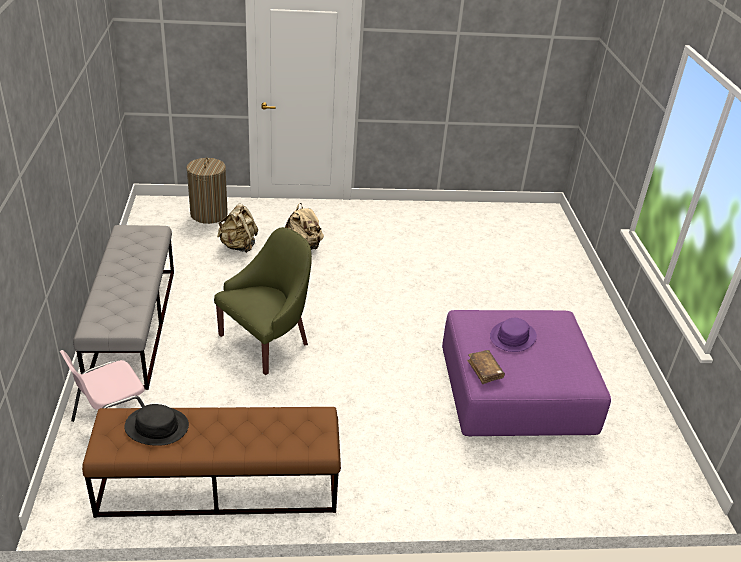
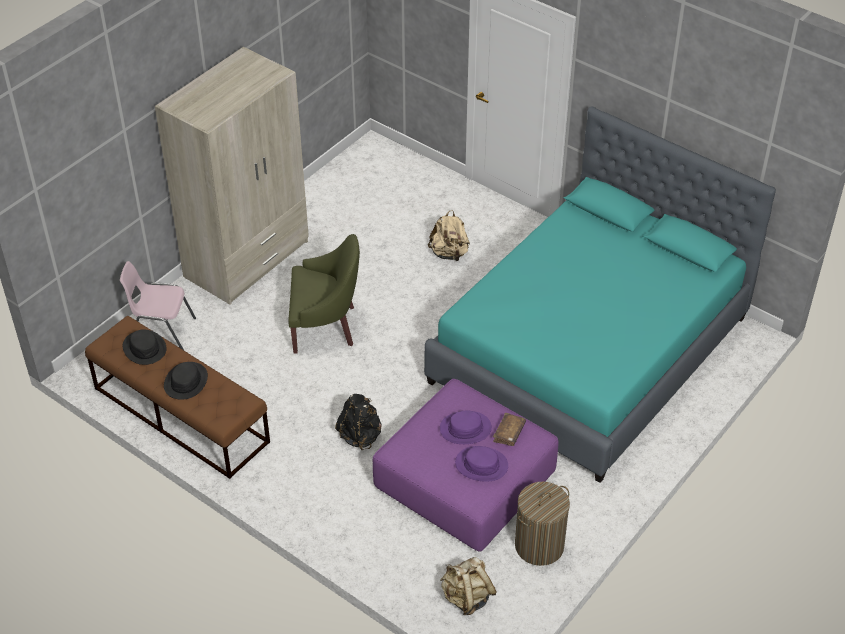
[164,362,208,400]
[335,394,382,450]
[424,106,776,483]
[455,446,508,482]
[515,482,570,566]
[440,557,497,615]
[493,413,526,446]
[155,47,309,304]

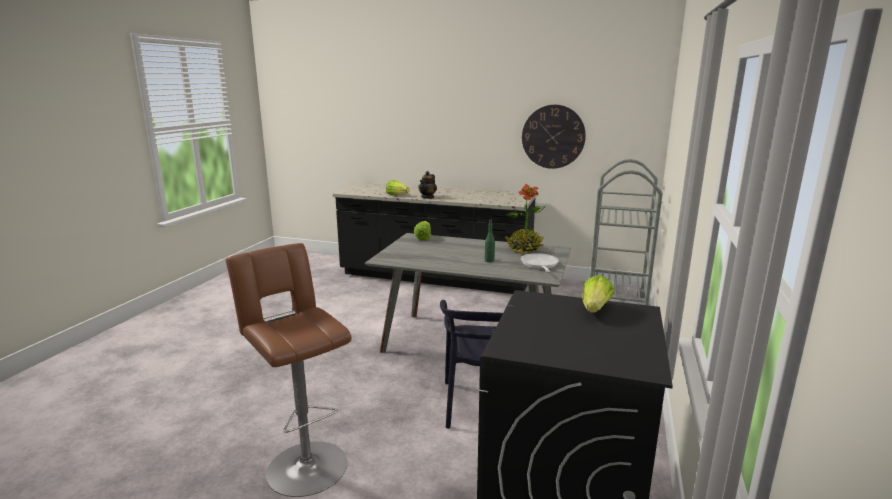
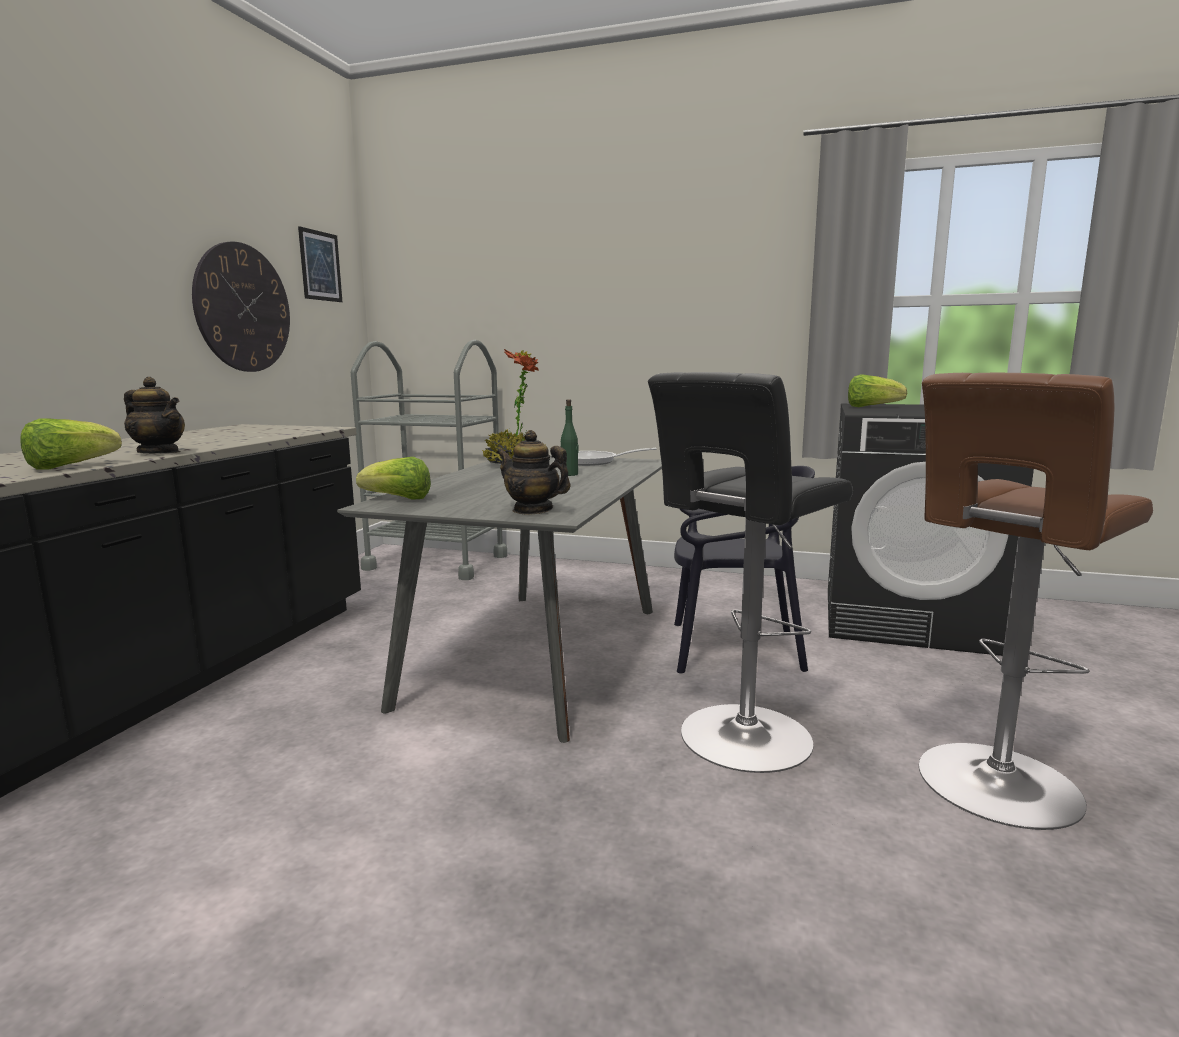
[298,226,342,302]
[496,430,571,515]
[648,372,853,773]

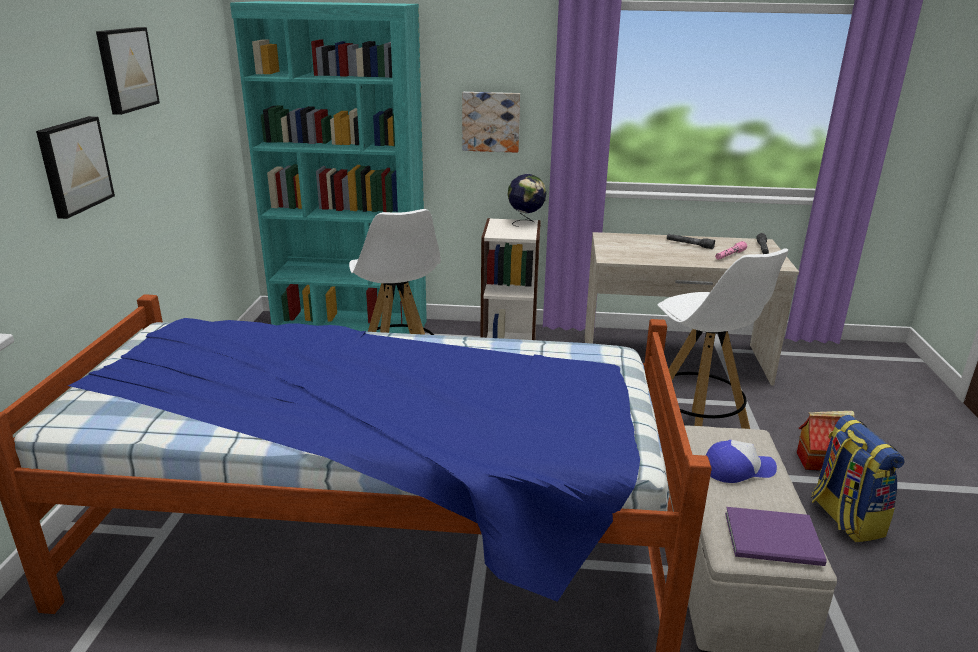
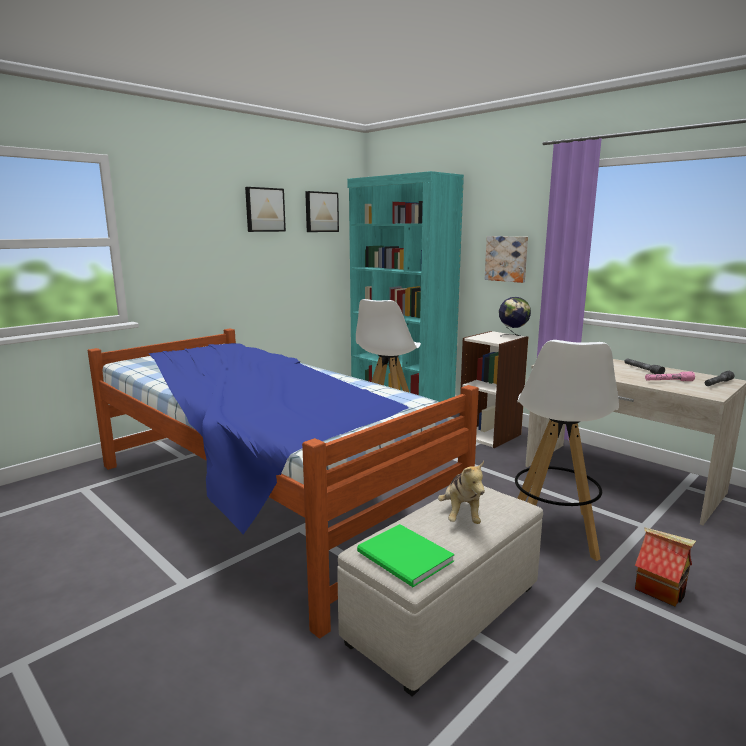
[811,415,905,542] (first image)
[305,191,339,232]
[438,461,485,524]
[357,524,455,587]

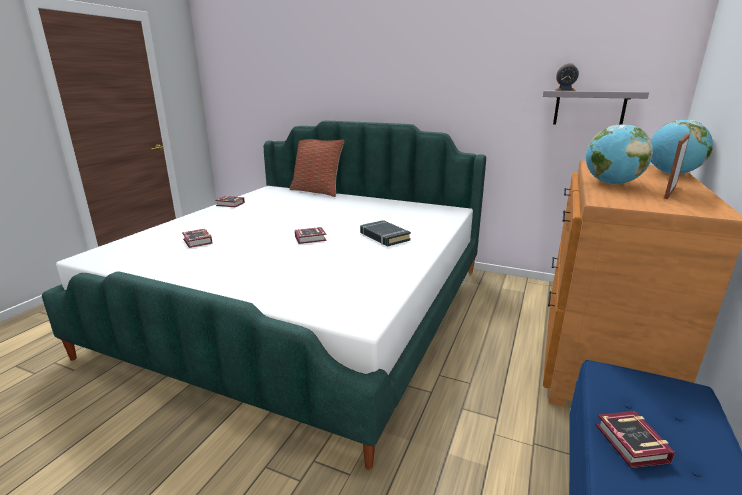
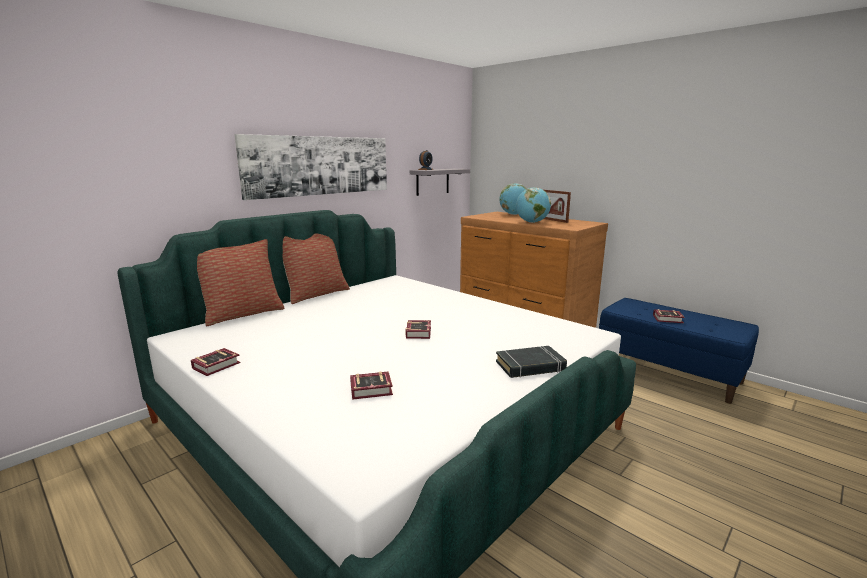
[234,134,387,200]
[283,234,350,304]
[496,346,567,378]

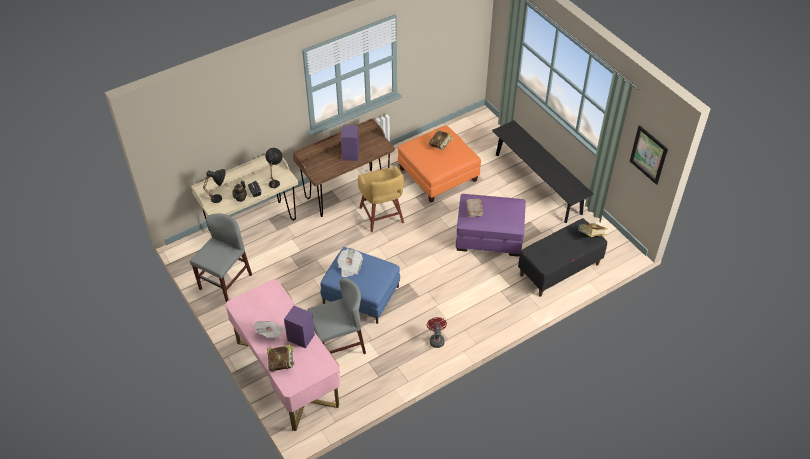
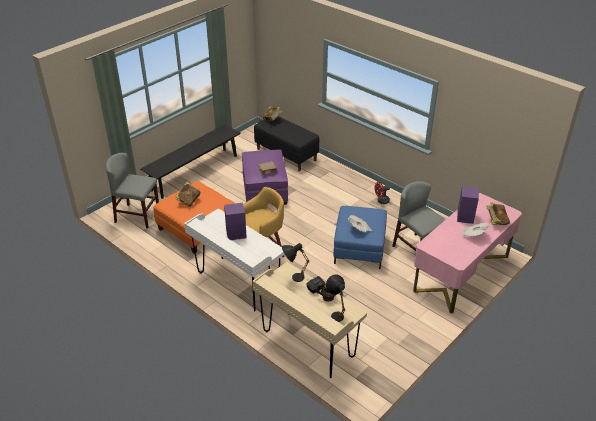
[630,125,668,185] (first image)
[106,153,159,228]
[184,209,285,311]

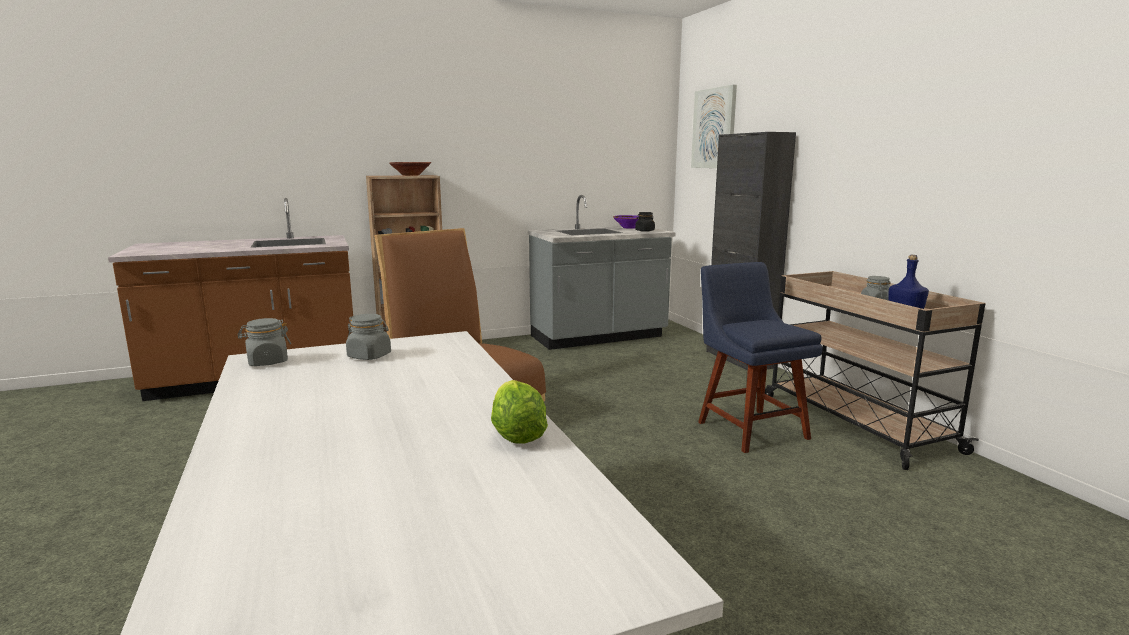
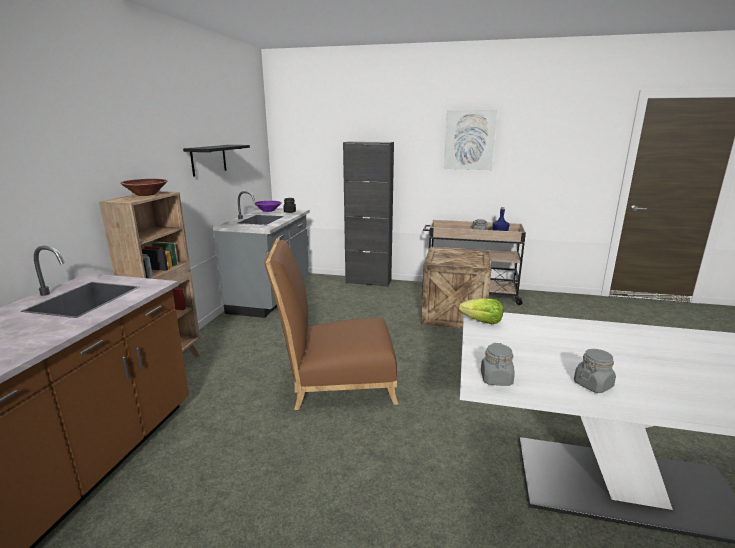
[183,145,250,177]
[574,349,616,393]
[459,298,503,324]
[444,110,497,170]
[421,248,491,328]

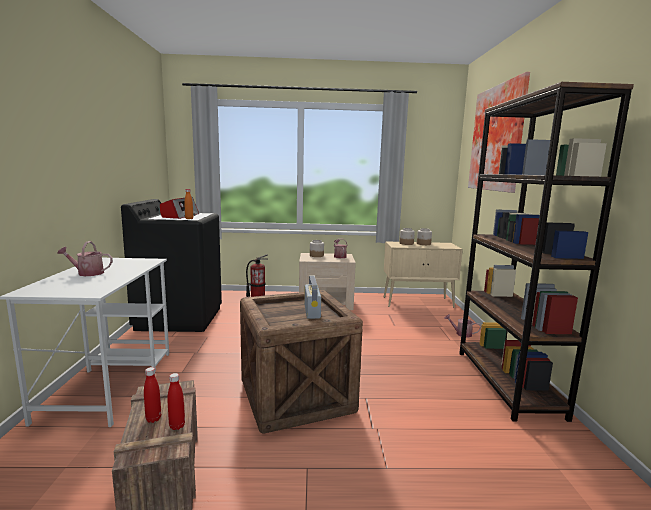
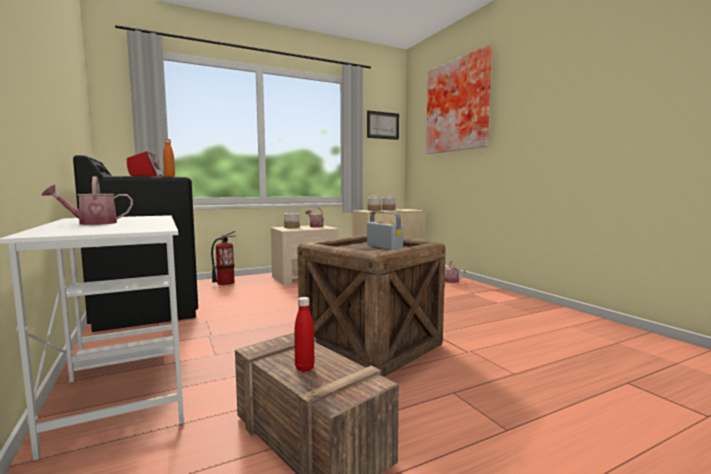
[167,373,185,430] (first image)
[459,82,634,422] (first image)
[367,110,399,140]

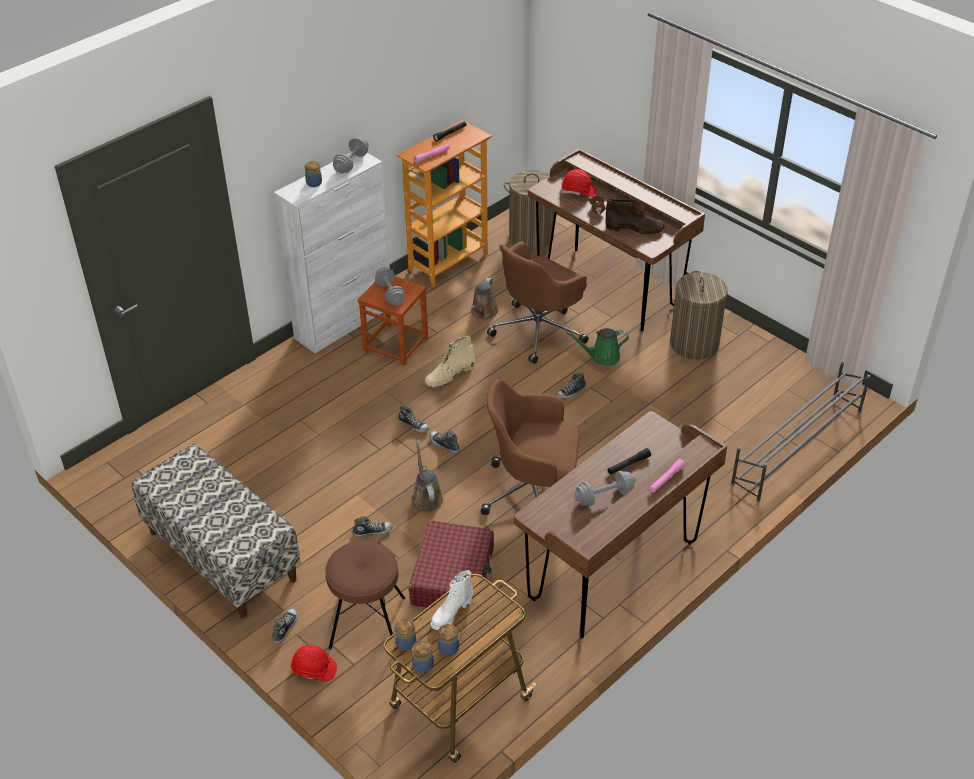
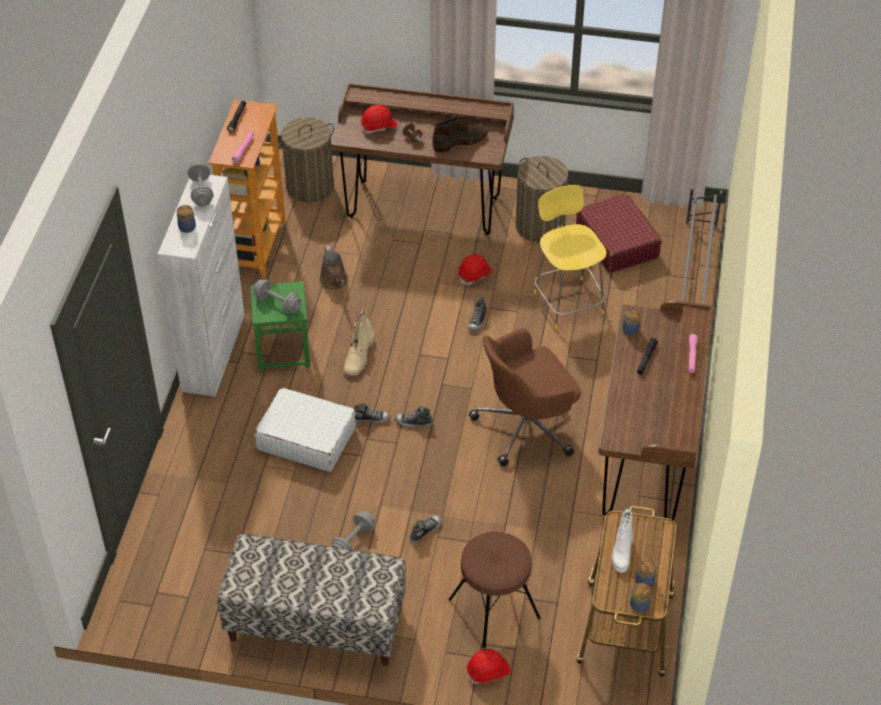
[272,608,298,644] (first image)
[412,440,444,512] (first image)
[487,242,589,364] (first image)
[255,388,356,472]
[534,185,607,329]
[622,309,641,335]
[576,194,662,273]
[331,511,374,550]
[458,254,492,285]
[250,281,310,372]

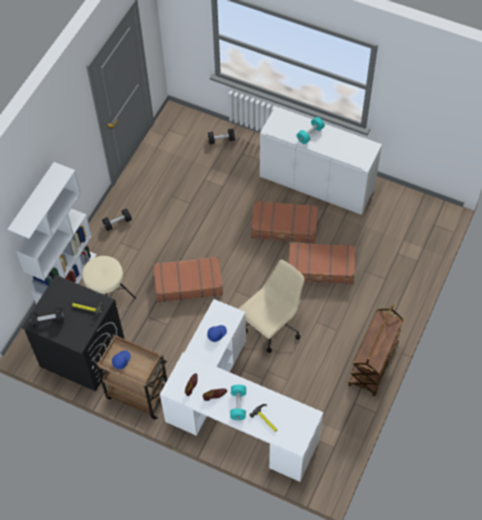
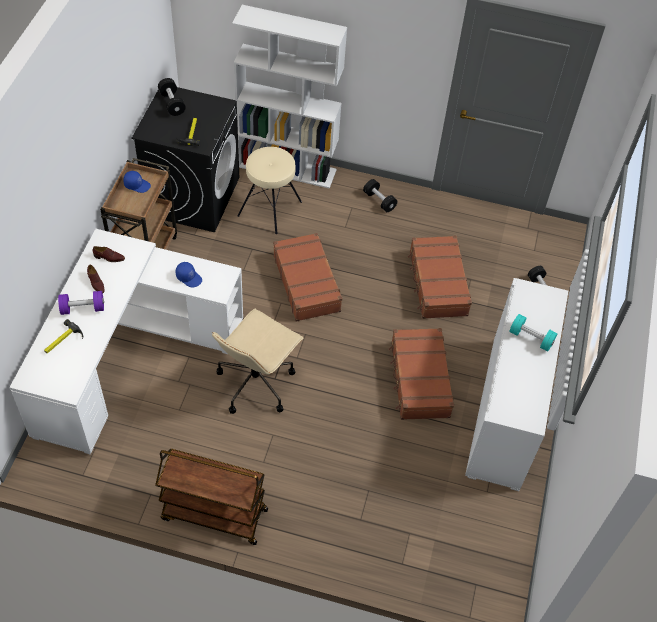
[408,235,472,319]
[58,291,104,315]
[212,309,303,414]

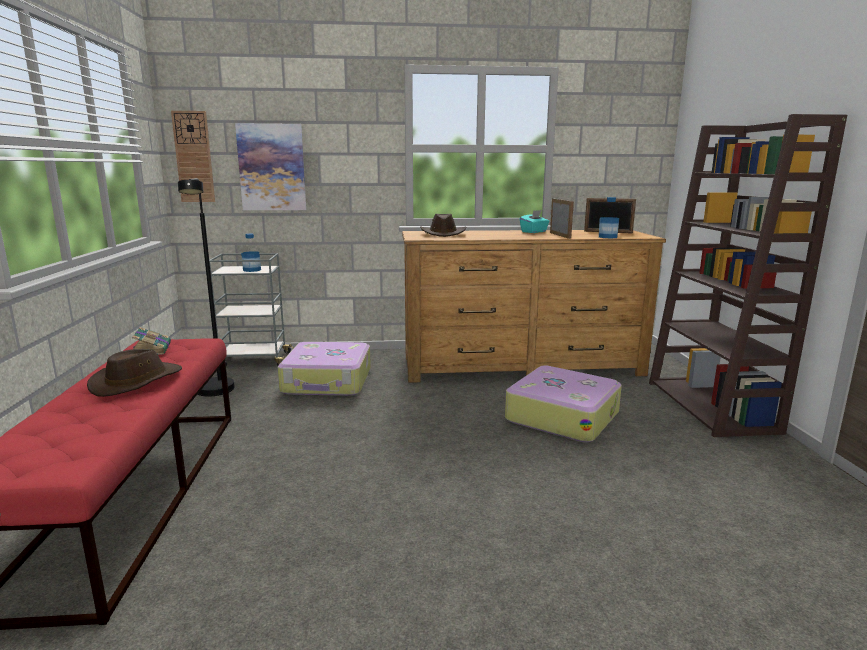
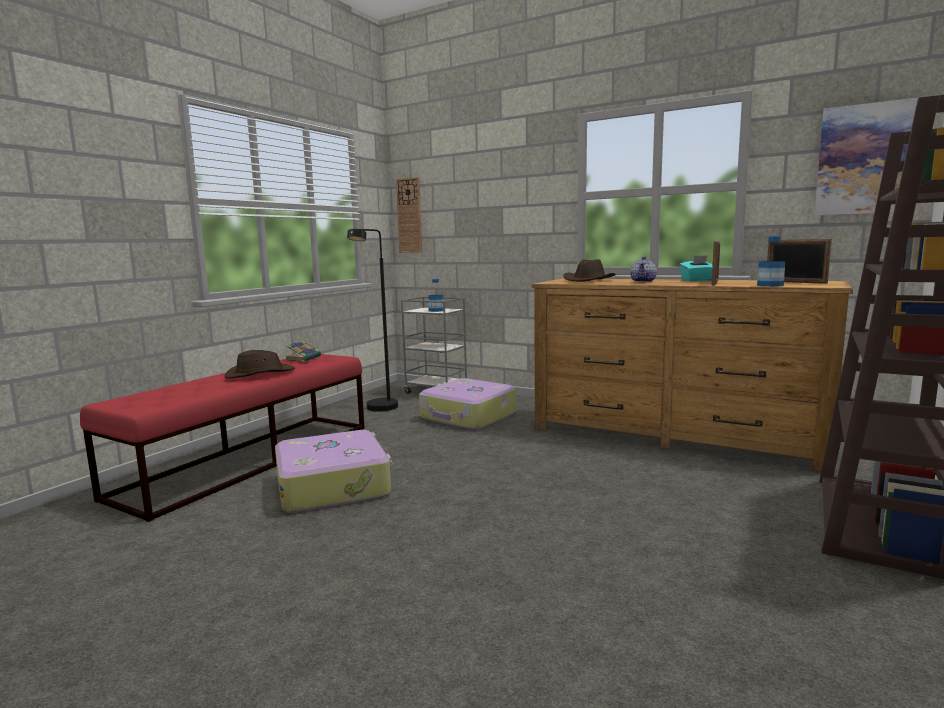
[630,256,657,282]
[814,97,919,216]
[275,430,393,513]

